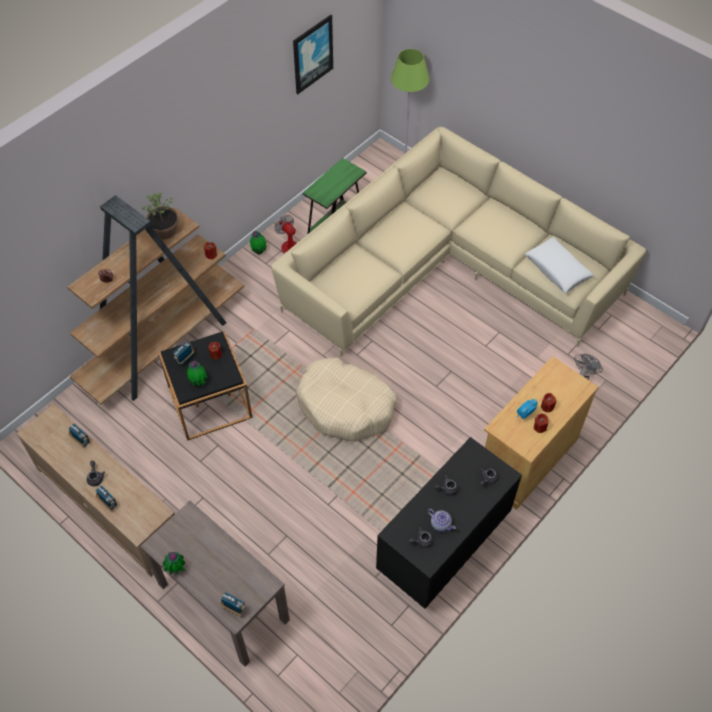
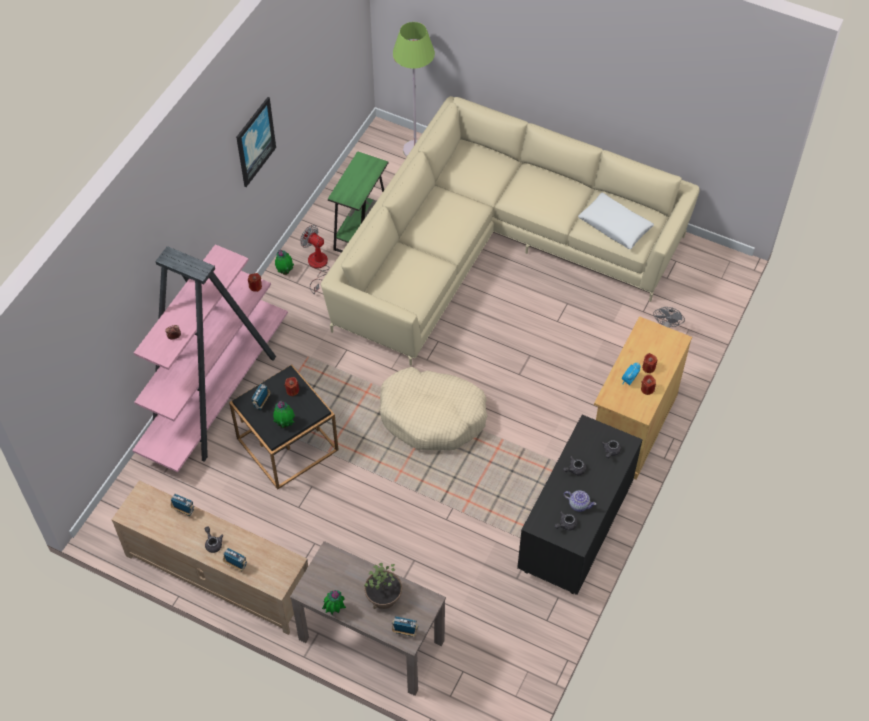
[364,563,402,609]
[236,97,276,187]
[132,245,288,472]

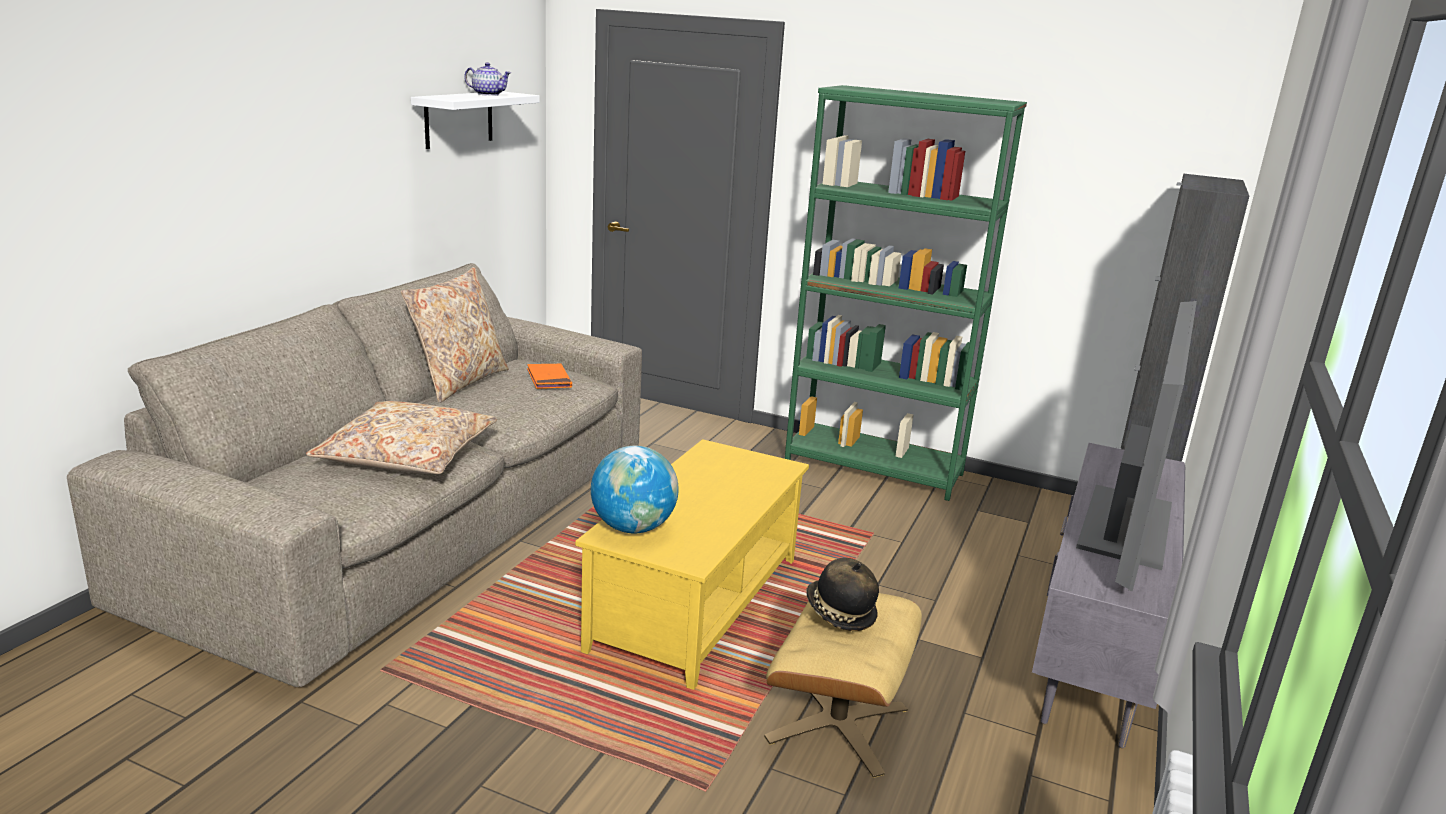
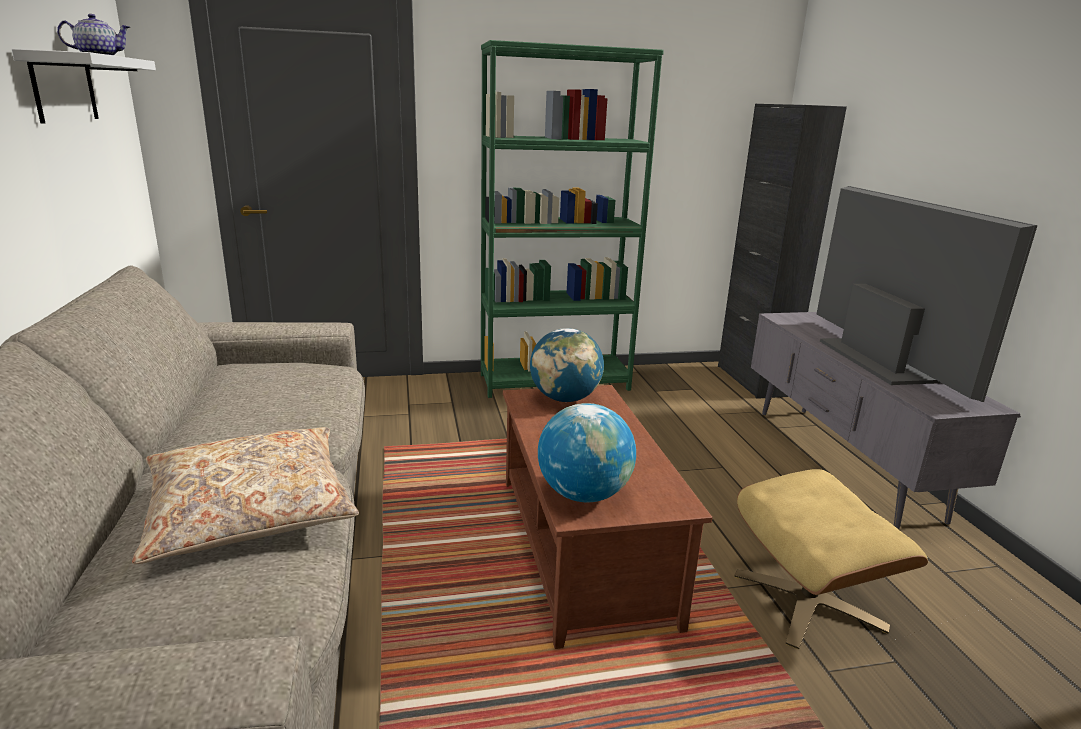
[401,267,508,403] (first image)
[527,363,572,389] (first image)
[806,558,879,631] (first image)
[530,328,604,402]
[503,385,712,649]

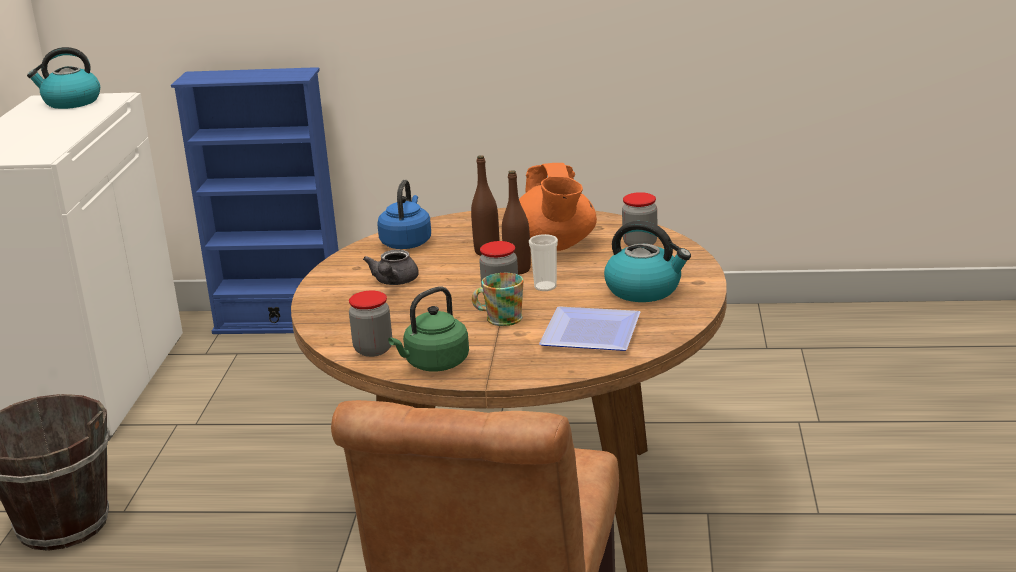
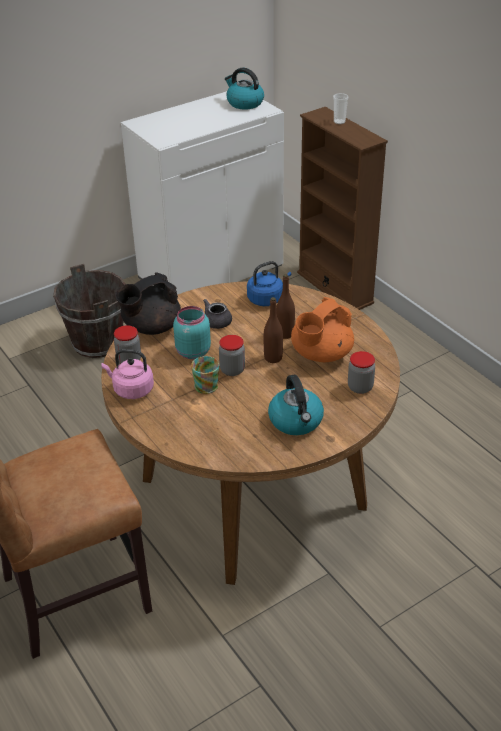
[539,307,640,351] (first image)
[115,272,181,335]
[173,306,211,359]
[333,93,349,124]
[297,107,388,310]
[101,349,154,399]

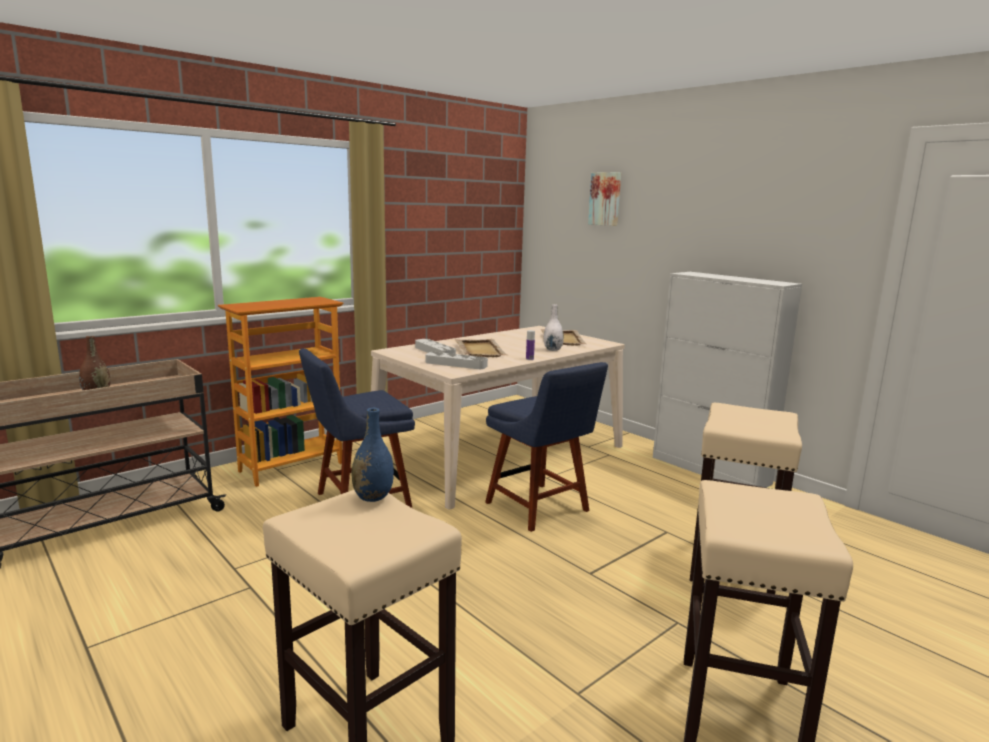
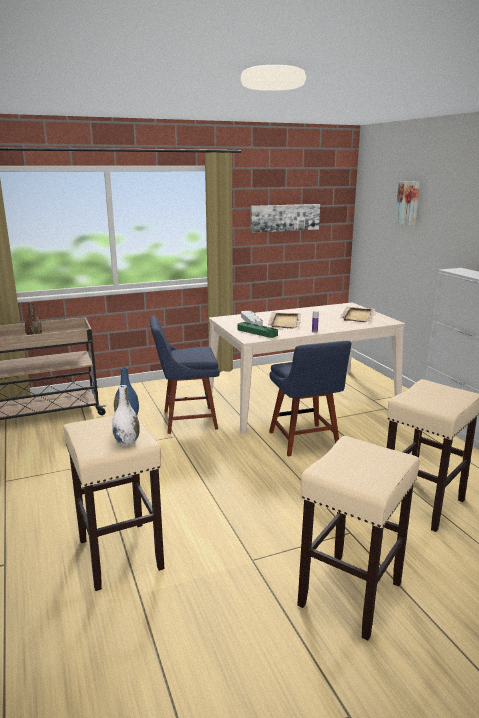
[218,297,343,487] (first image)
[251,204,320,233]
[112,385,140,446]
[237,322,278,338]

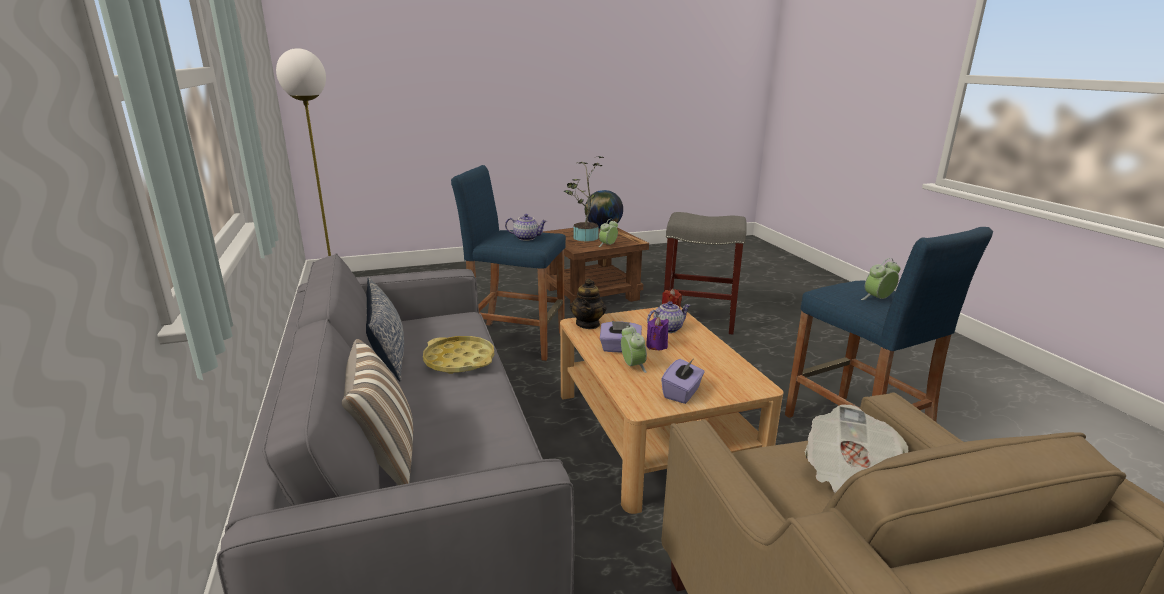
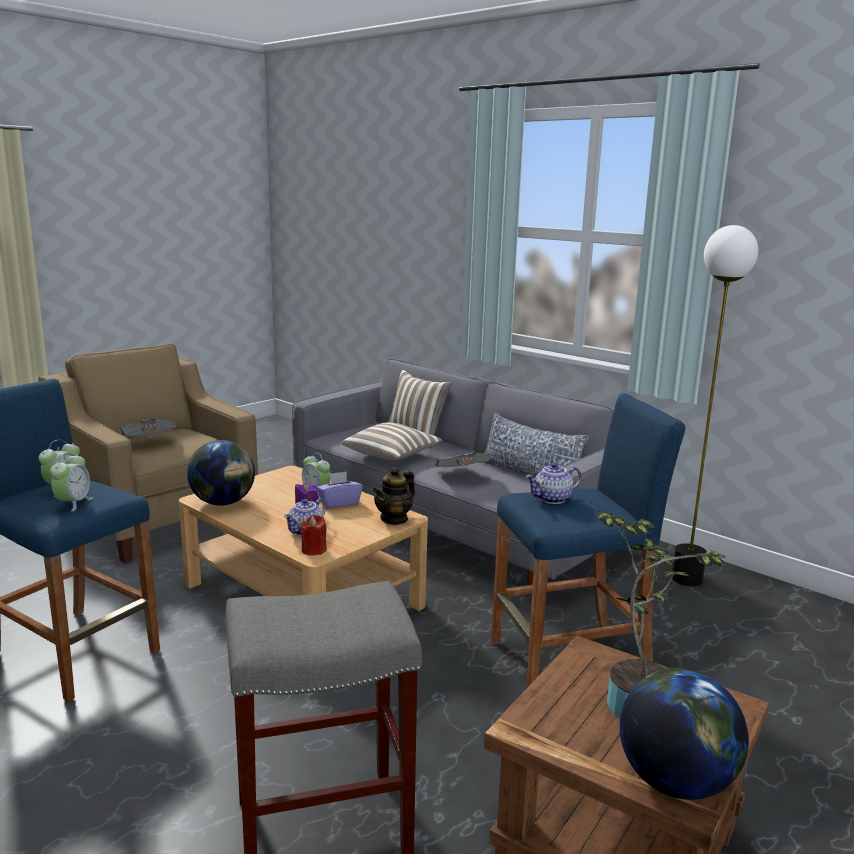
[661,359,705,404] (first image)
[187,440,255,506]
[341,422,442,460]
[50,452,93,512]
[435,453,491,467]
[373,467,415,525]

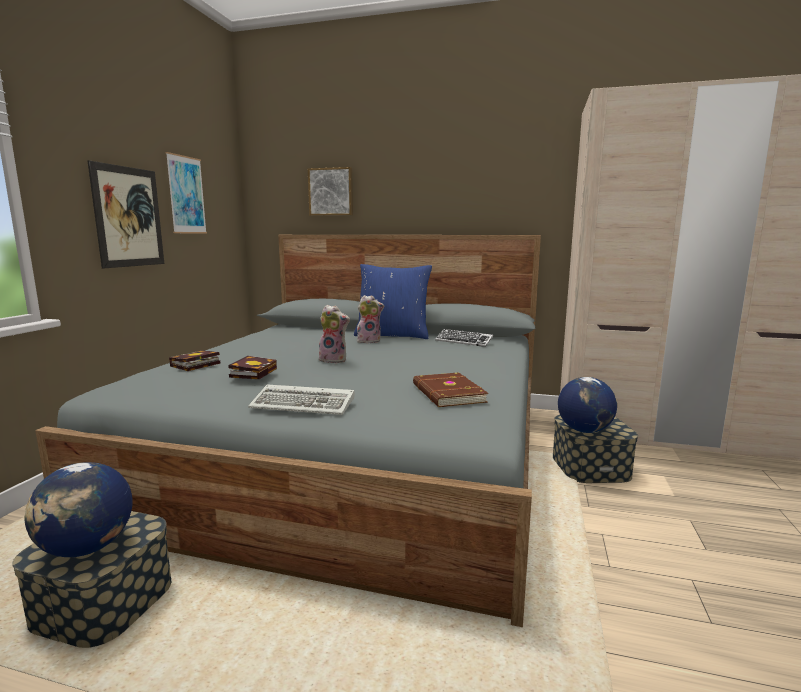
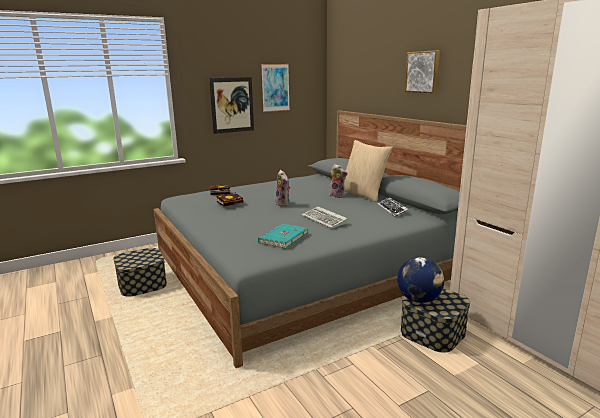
[25,462,133,557] (first image)
[302,206,348,229]
[405,50,440,93]
[344,140,393,202]
[258,224,308,249]

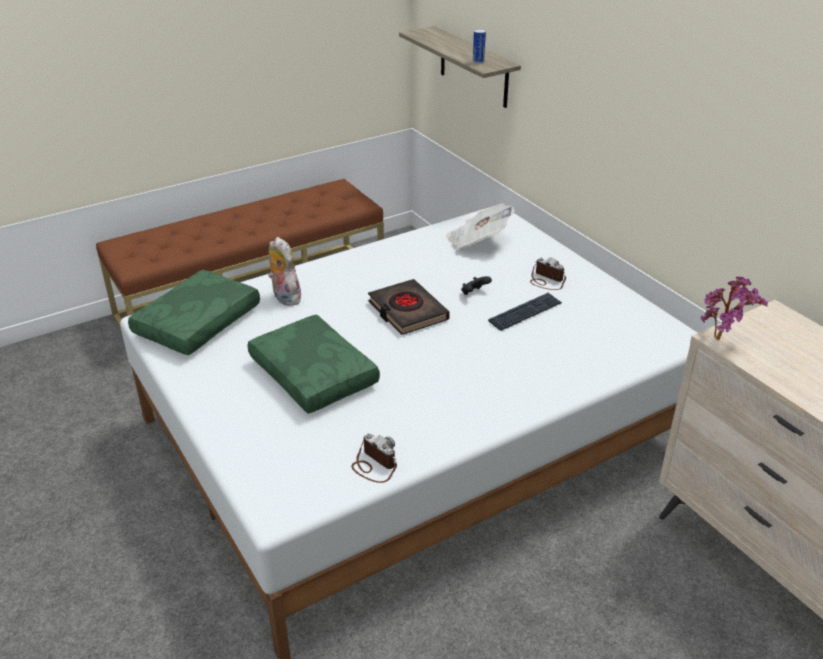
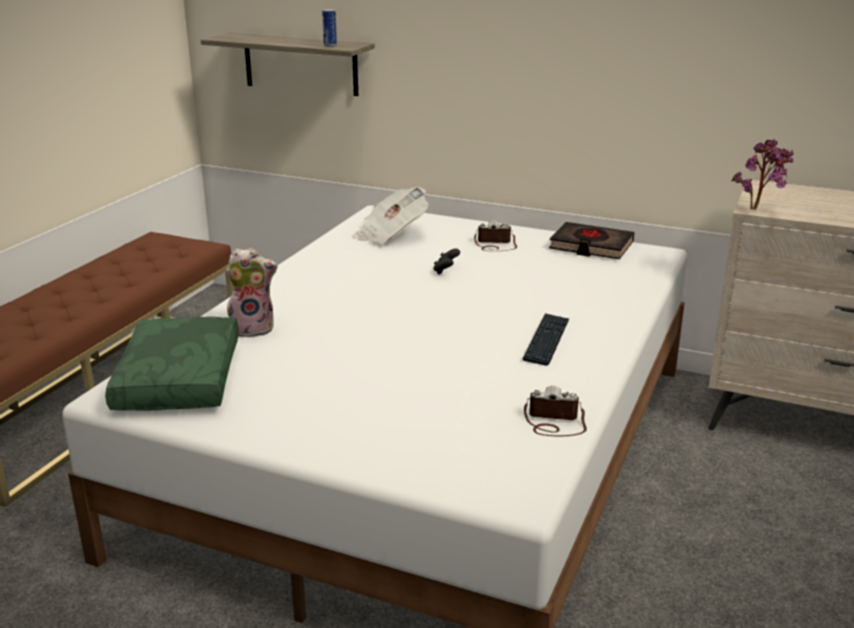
[247,315,380,414] (first image)
[549,222,635,259]
[522,313,569,366]
[226,248,278,338]

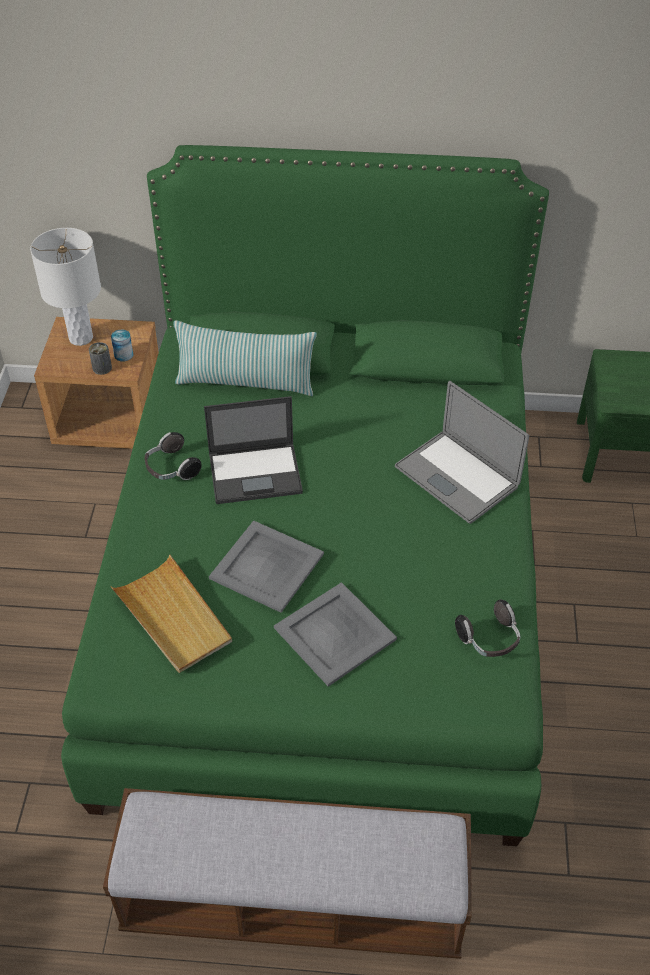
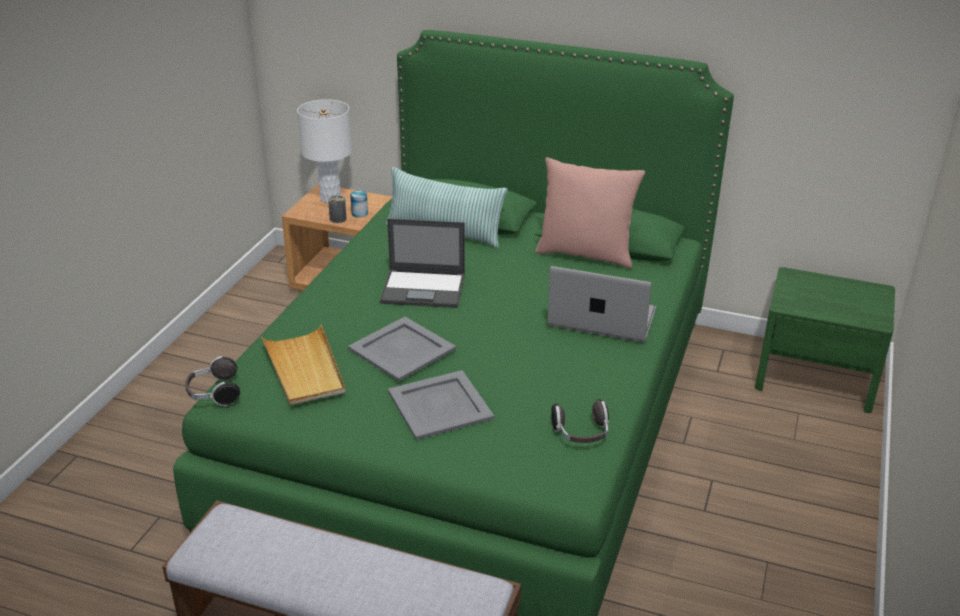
[535,157,645,268]
[185,356,240,406]
[547,266,656,343]

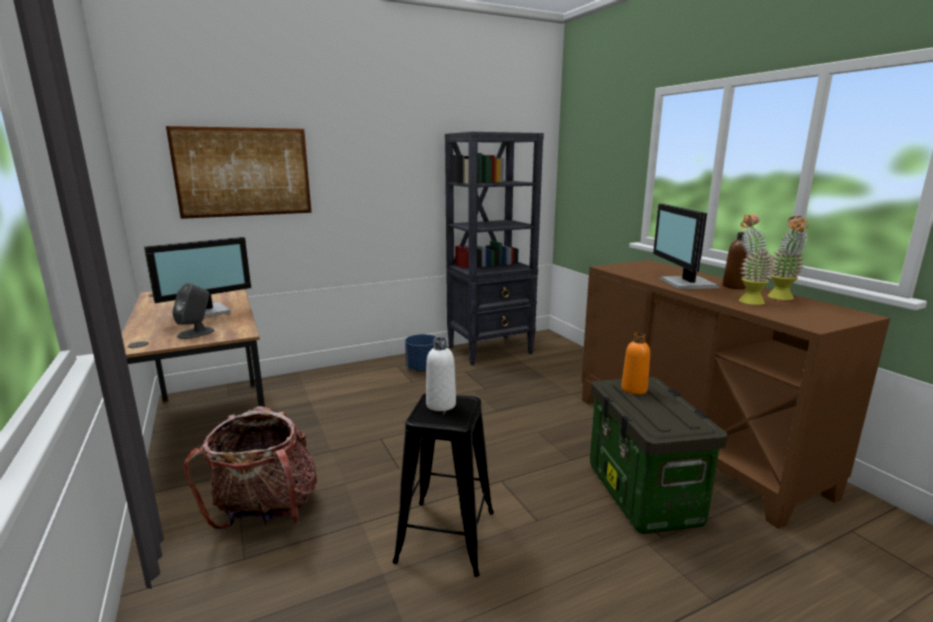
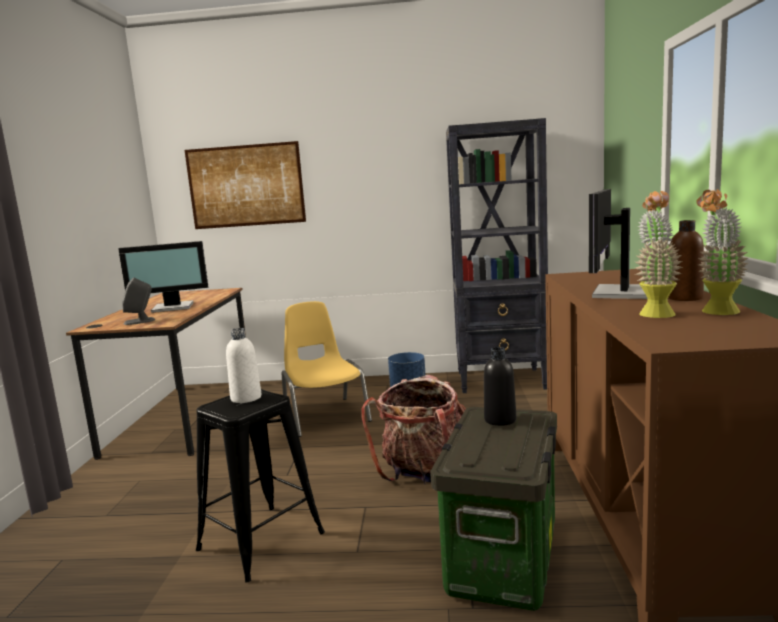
[282,301,372,437]
[361,375,466,484]
[484,347,516,426]

